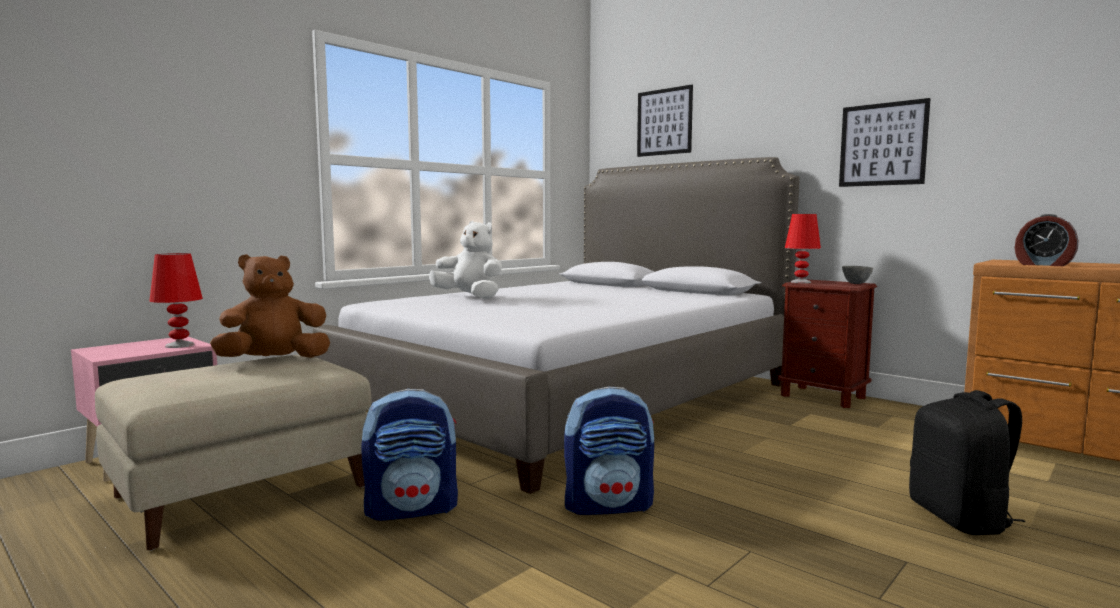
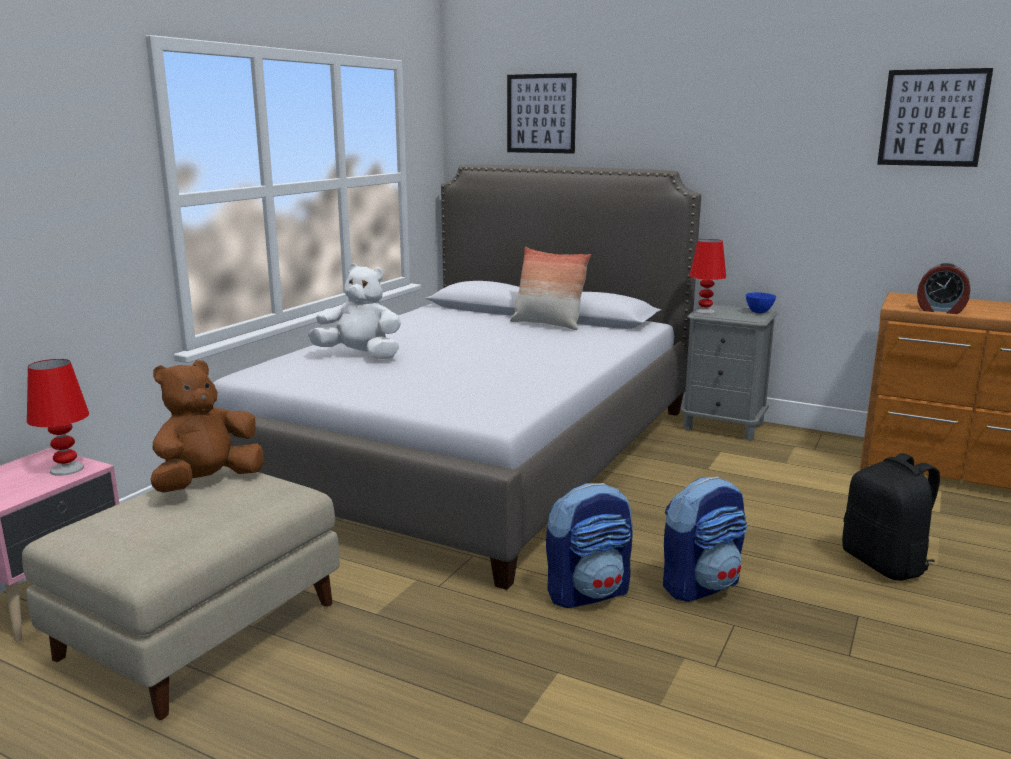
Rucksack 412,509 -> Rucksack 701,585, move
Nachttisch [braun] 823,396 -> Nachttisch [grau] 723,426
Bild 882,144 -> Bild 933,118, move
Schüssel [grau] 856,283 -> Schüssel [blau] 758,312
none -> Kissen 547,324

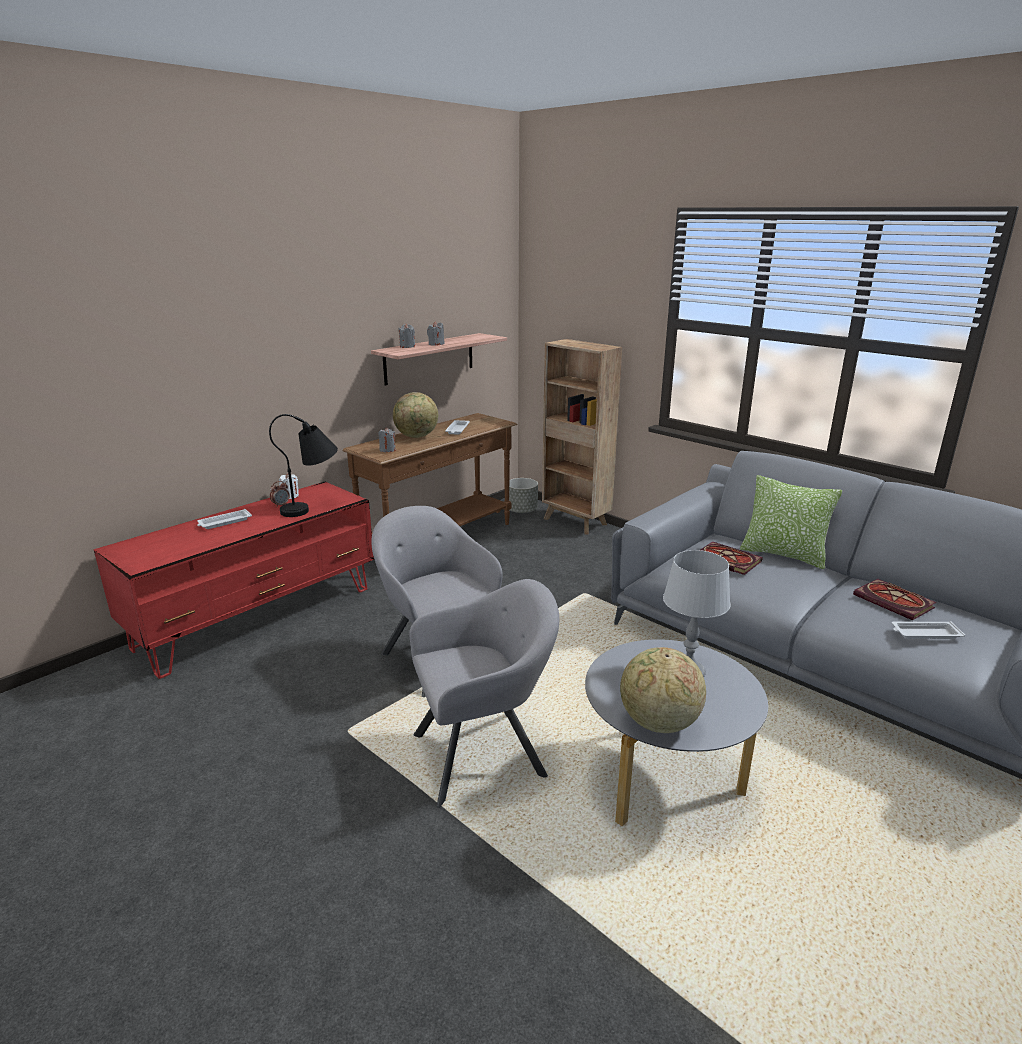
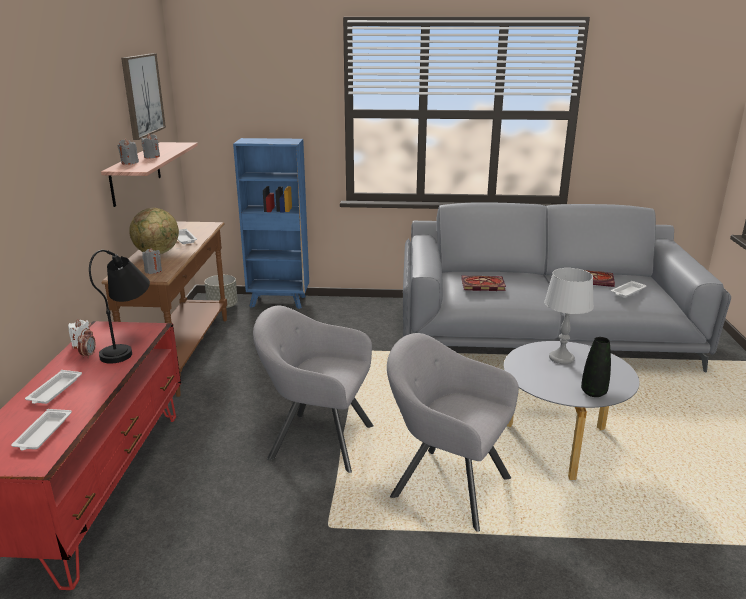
Sessel [grau] 485,754 -> Sessel [grau] 445,485, 90 degrees counterclockwise
Bücherregal [braun] 576,522 -> Bücherregal [blau] 279,302
Globus 658,723 -> Vase [schwarz] 593,392
Kissen 783,555 -> none
none -> Tablett [weiß] 43,433
none -> Bild 142,95

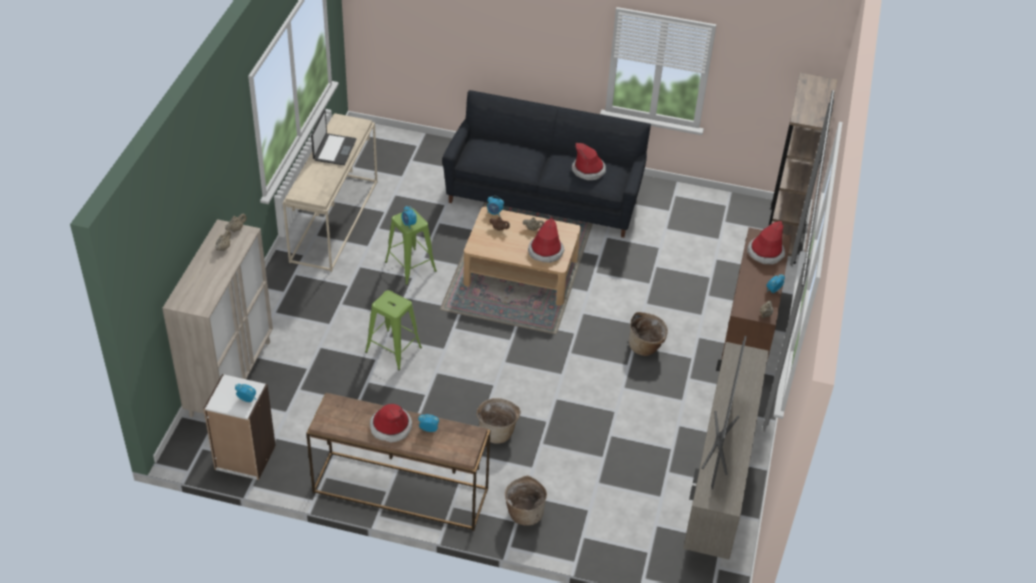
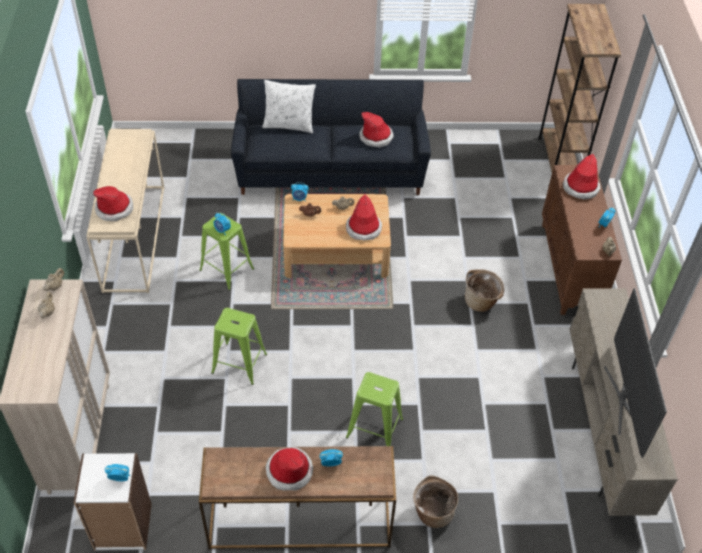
Laptop 334,150 -> none
Korb 497,431 -> Hocker [grün] 374,428
none -> Hut 114,208
none -> Kissen [weiß] 289,125

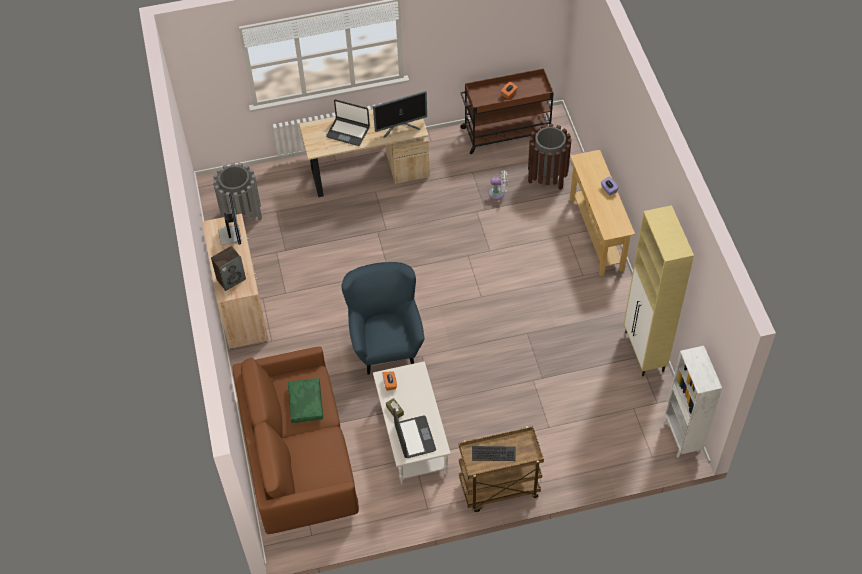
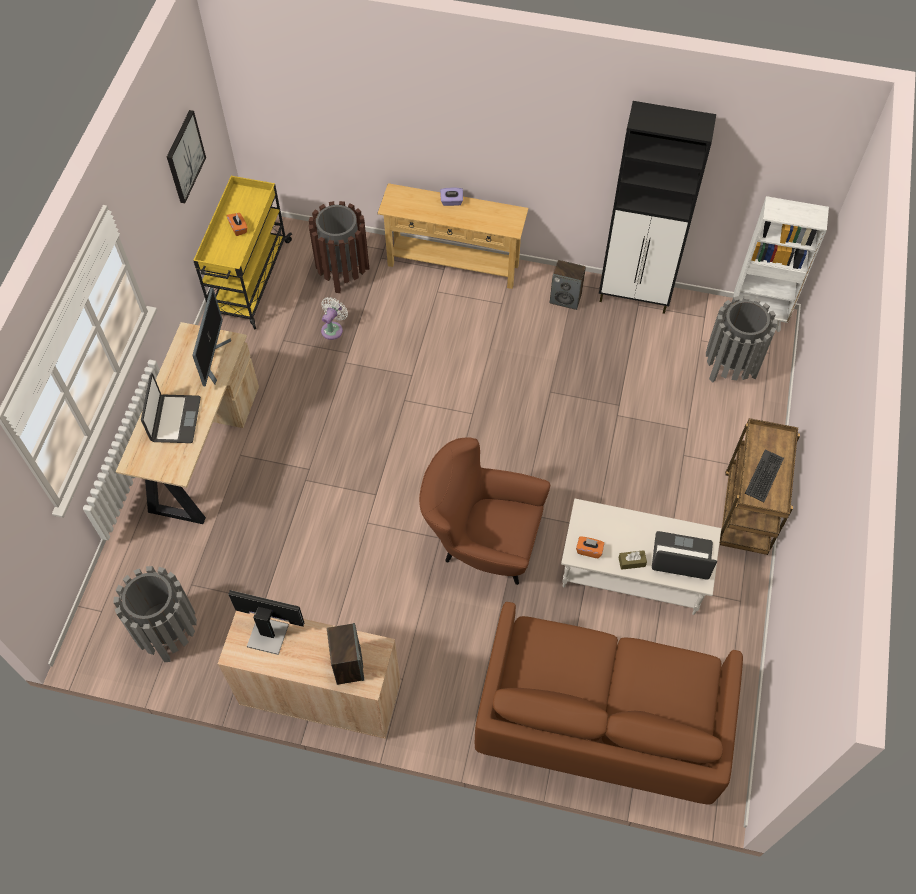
Kissen [grün] 305,403 -> none
Laptop 348,132 -> Laptop 175,419, 45 degrees counterclockwise
Sessel [blau] 385,343 -> Sessel [braun] 482,544
Rollwagen [braun] 506,133 -> Rollwagen [gelb] 249,281
Schrank [beige] 644,352 -> Schrank [schwarz] 635,297
none -> Bild 184,156
none -> Lautsprecher 566,298
none -> Mülleimer [grau] 730,366

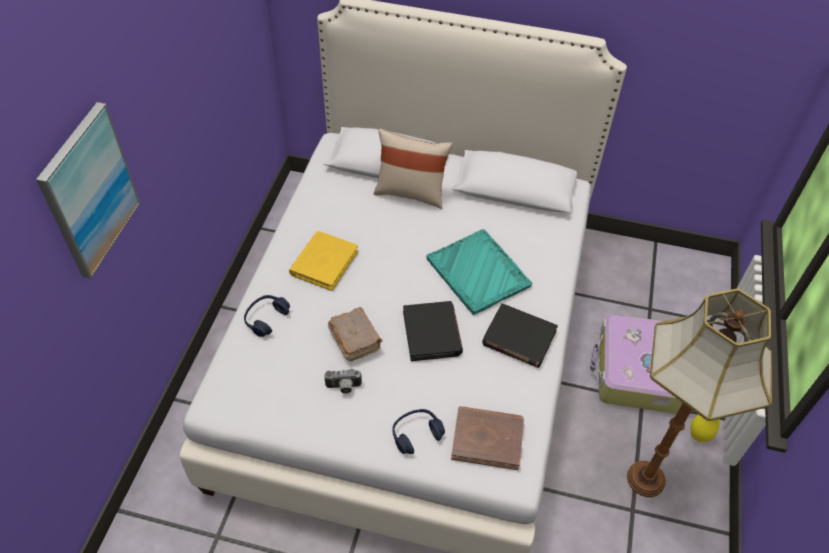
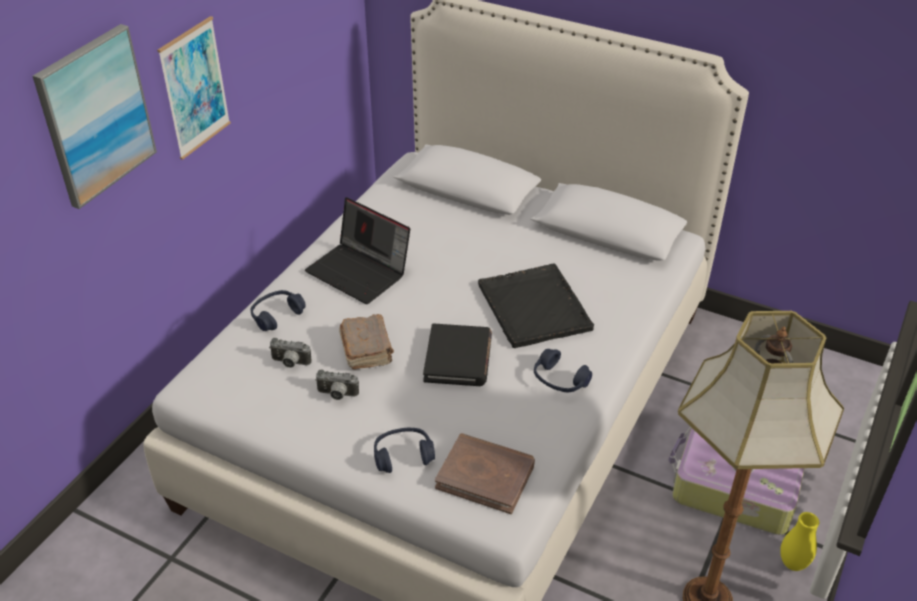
Buch [gelb] 324,262 -> Laptop 360,271
Kissen [beige] 411,192 -> none
Tablett [türkis] 478,273 -> Tablett [schwarz] 534,308
Buch [schwarz] 518,338 -> Kopfhörer [blau] 559,380
none -> Bild 195,88
none -> Kamera 290,363

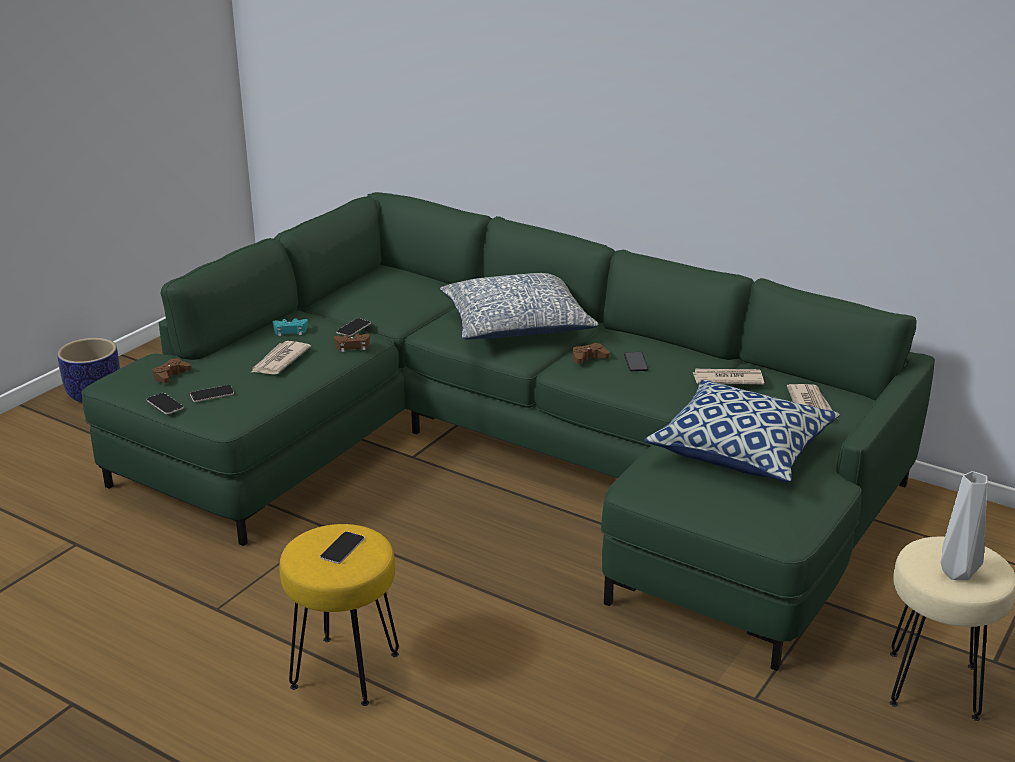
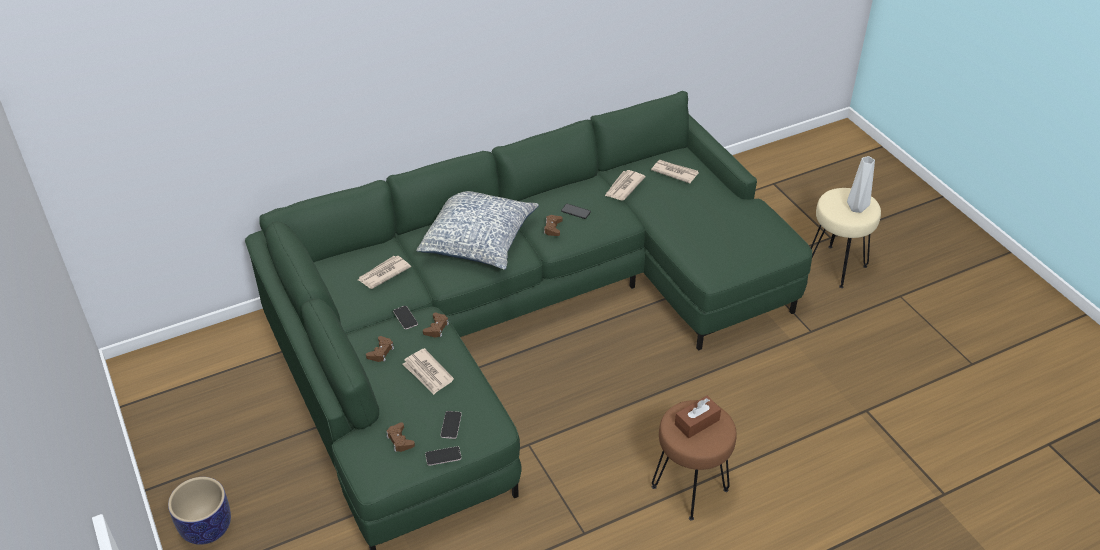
Gamepad [türkis] 290,331 -> Gamepad [braun] 381,352
Hocker [gelb] 346,671 -> Hocker [braun] 690,488
Handy 342,548 -> Taschentuchbox [braun] 697,422
Kissen 741,451 -> none
none -> Zeitung 383,274

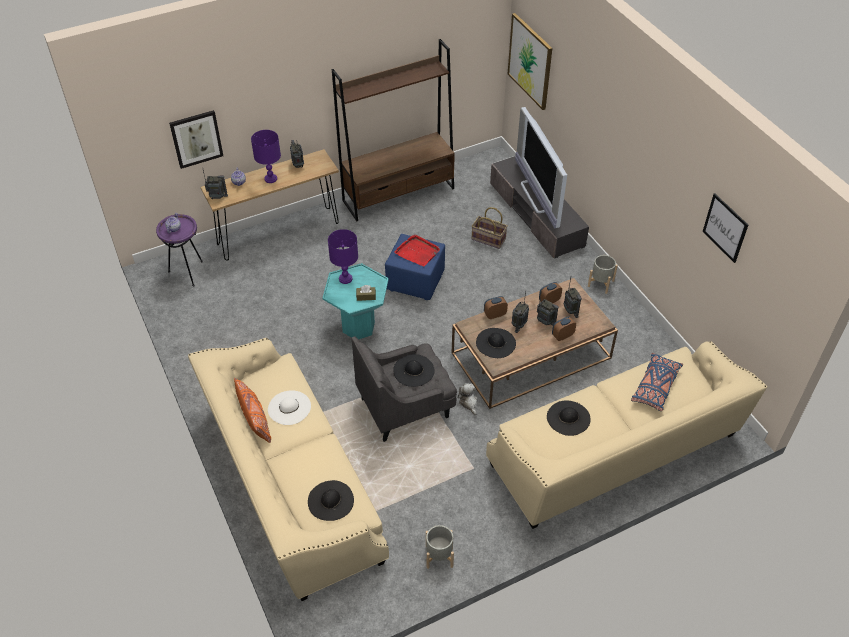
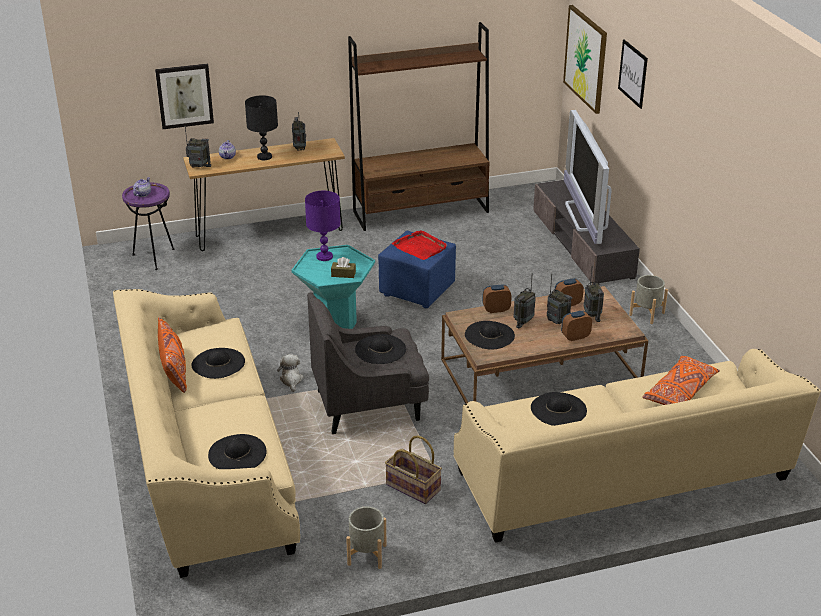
Tischlampe [lila] 271,179 -> Tischlampe [schwarz] 264,157
Hut [weiß] 289,407 -> Hut [schwarz] 218,363
Plüschtier 468,402 -> Plüschtier 291,380, move
Korb 488,239 -> Korb 412,488, move
Kissen [blau] 655,387 -> Kissen [orange] 679,392
Bild 725,227 -> Bild 633,73, move

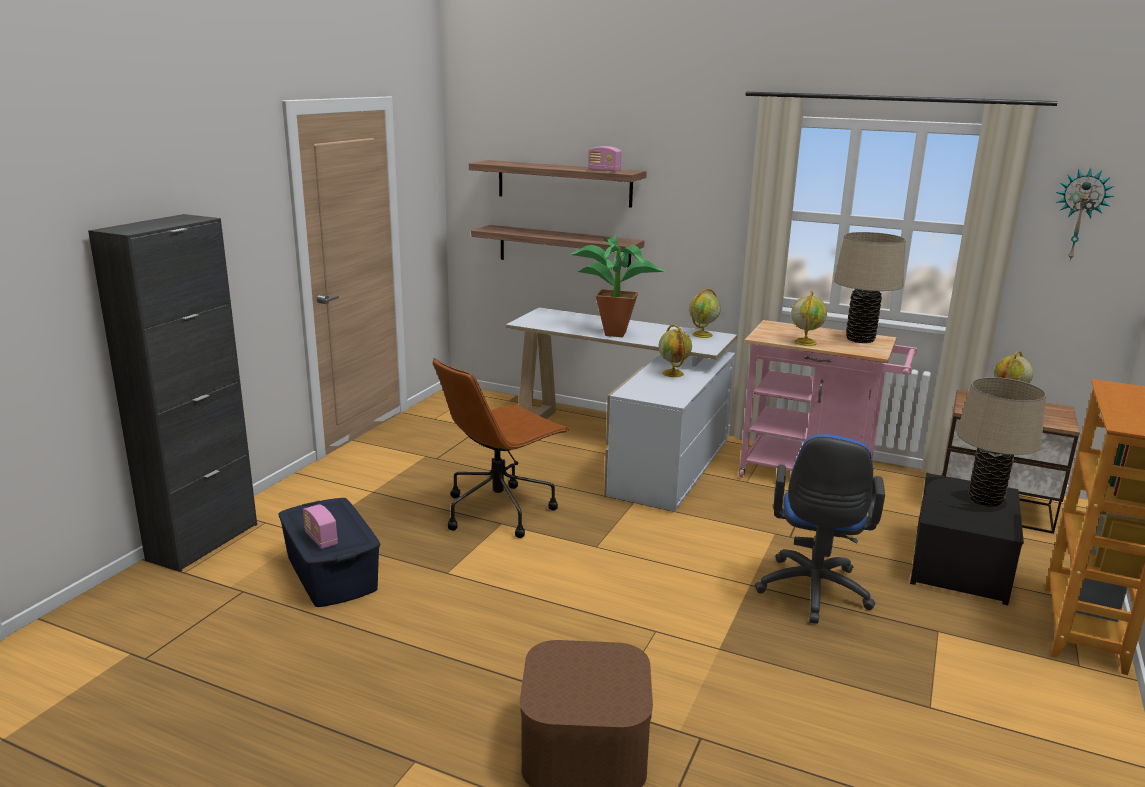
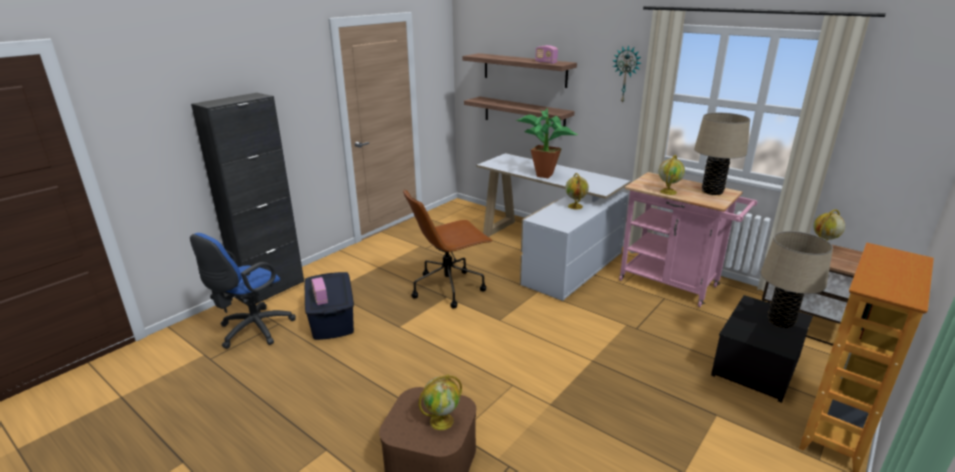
Globus 702,335 -> Globus 442,421, move
Bürostuhl [blau] 813,594 -> Bürostuhl [blau] 252,331, move
Wanduhr 1079,214 -> Wanduhr 626,74, move

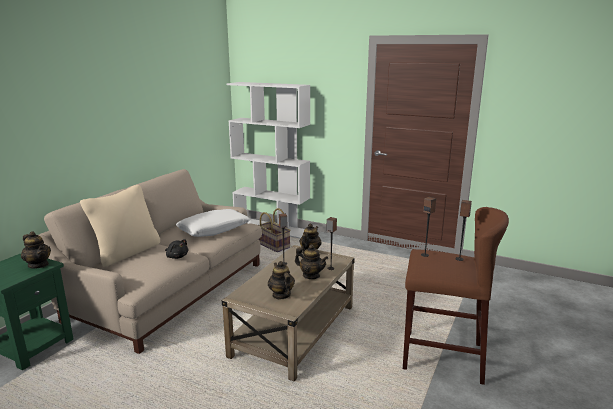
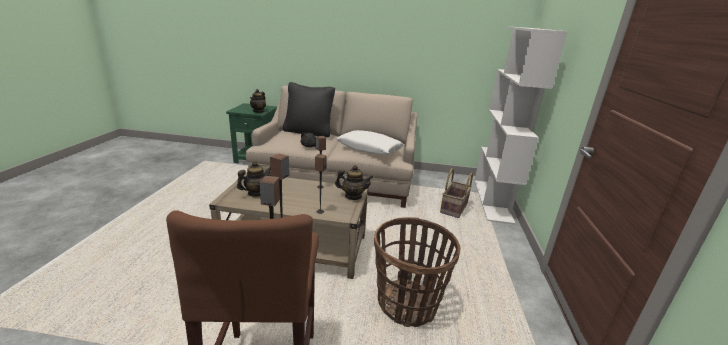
Kissen [beige] 127,252 -> Kissen [schwarz] 308,132
Teekanne 311,276 -> none
none -> Korb 407,304

